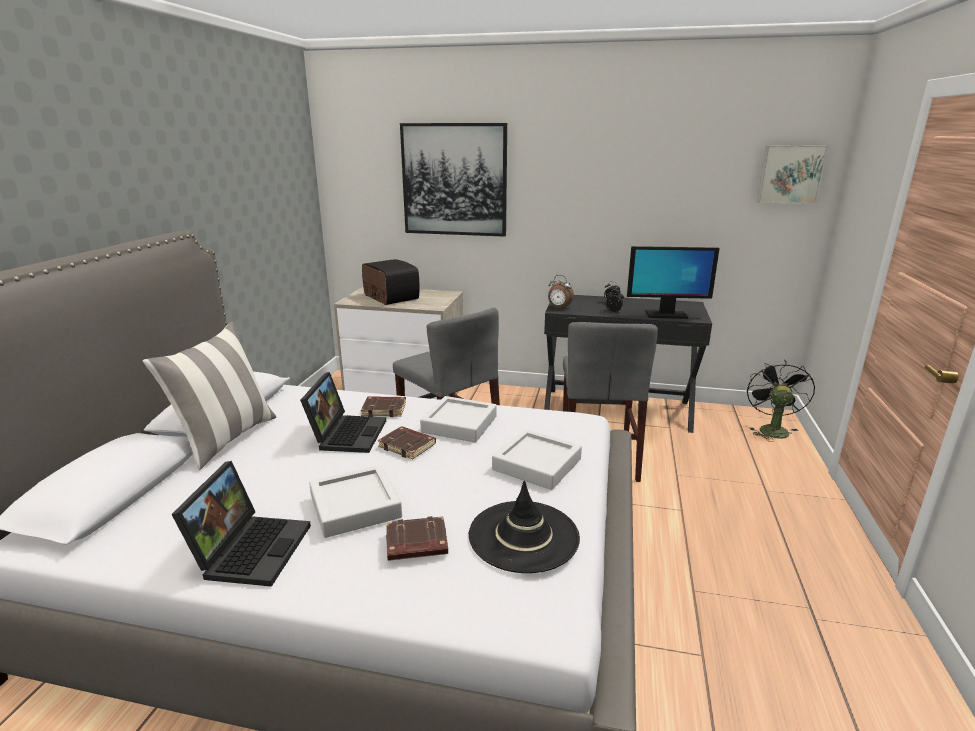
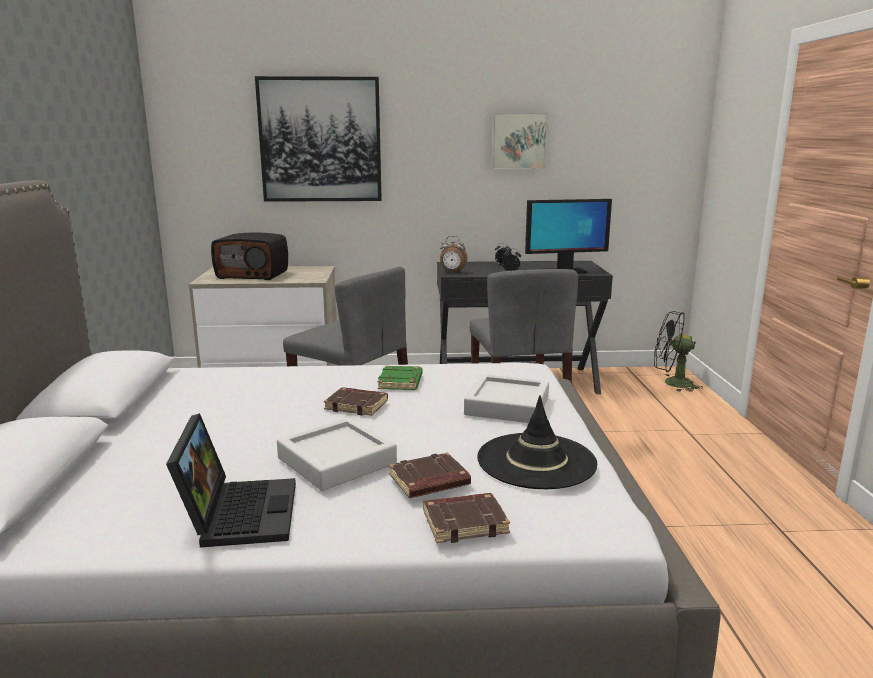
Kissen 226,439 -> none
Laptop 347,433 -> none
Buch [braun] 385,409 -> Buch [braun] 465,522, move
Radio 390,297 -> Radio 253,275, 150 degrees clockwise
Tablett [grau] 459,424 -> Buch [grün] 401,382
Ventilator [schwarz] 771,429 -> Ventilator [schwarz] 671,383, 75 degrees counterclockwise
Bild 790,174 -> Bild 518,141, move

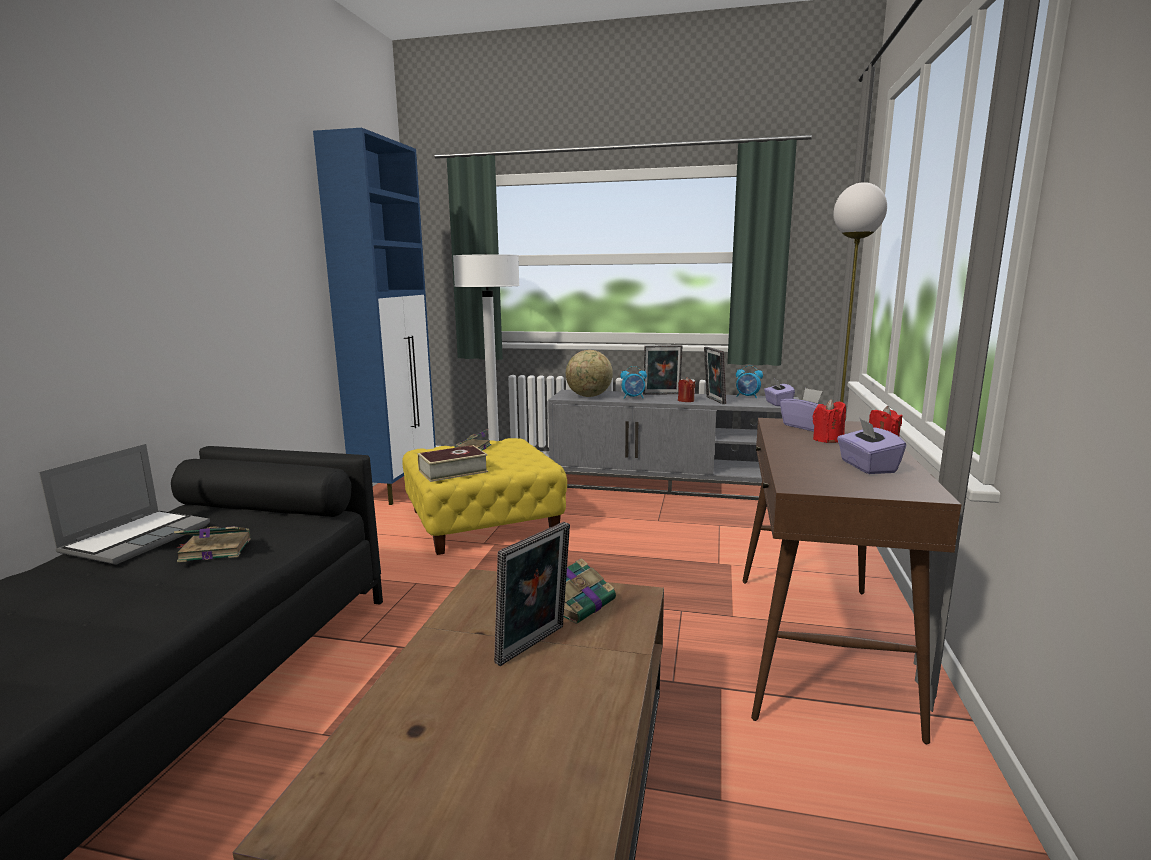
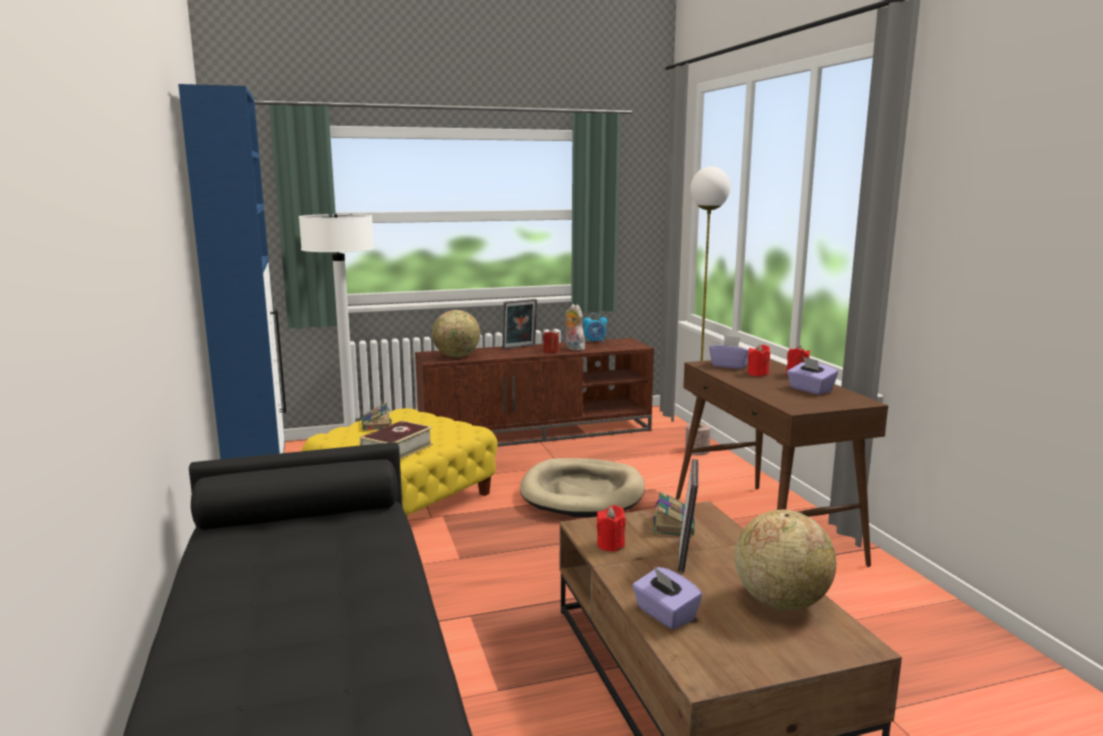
Laptop 137,538 -> none
Buch 213,550 -> none
Fernsehschrank [grau] 672,484 -> Fernsehschrank [braun] 537,432
Wecker 633,398 -> none
Bilderrahmen 713,400 -> Plüschtier 573,348
Taschentuchbox [lila] 777,403 -> Taschentuchbox [lila] 665,614, move
none -> Hundebett [beige] 583,493
none -> Kerze [rot] 610,545
none -> Globus 780,602

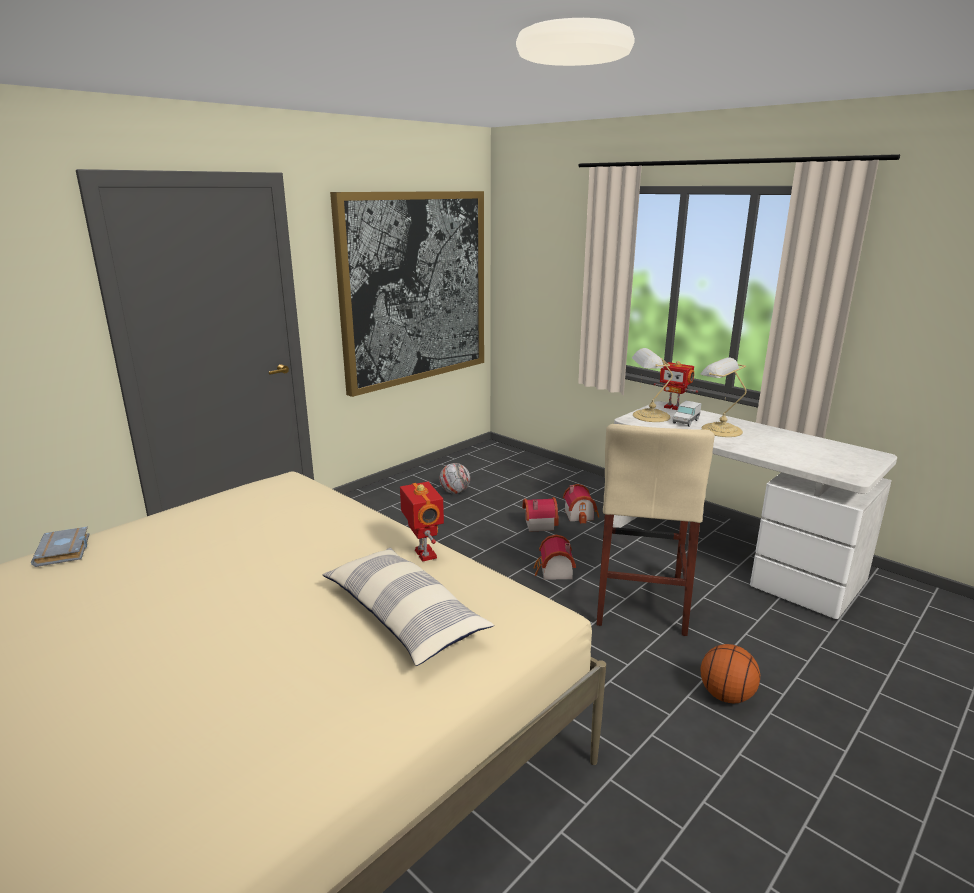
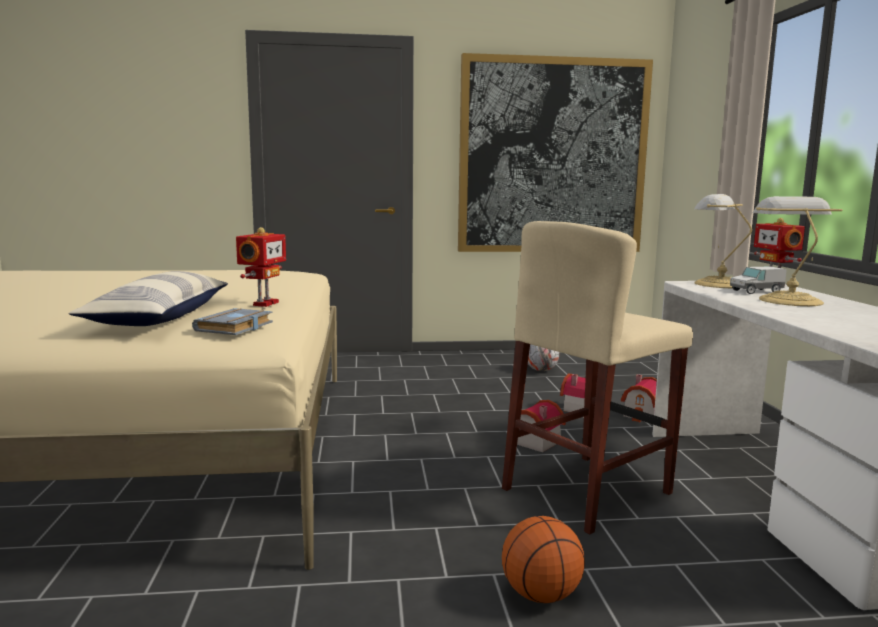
Buch [grau] 65,551 -> Buch [grau] 235,328, move

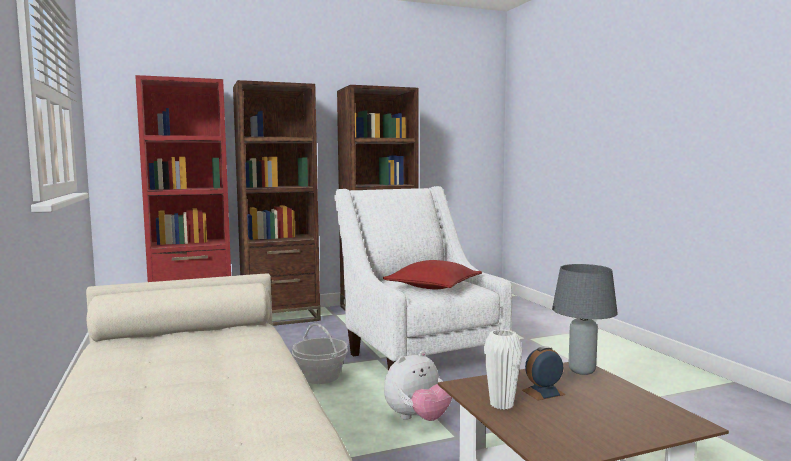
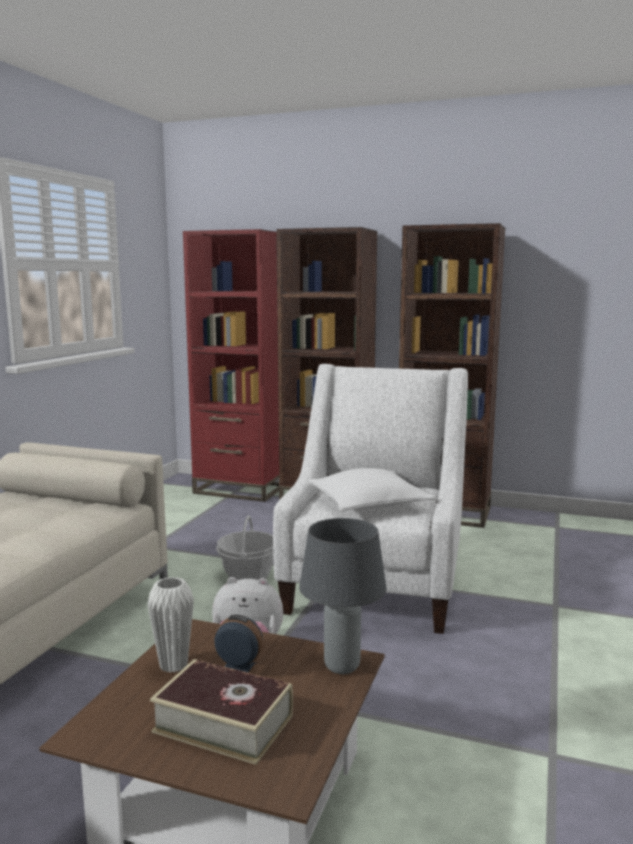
Kissen [rot] 433,287 -> Kissen [weiß] 368,504
none -> Buch 223,723

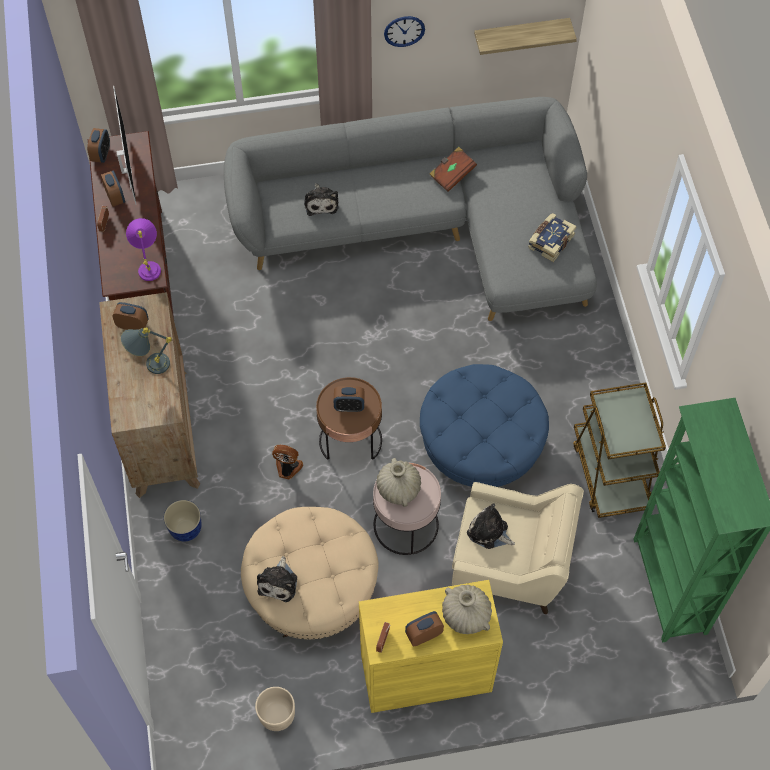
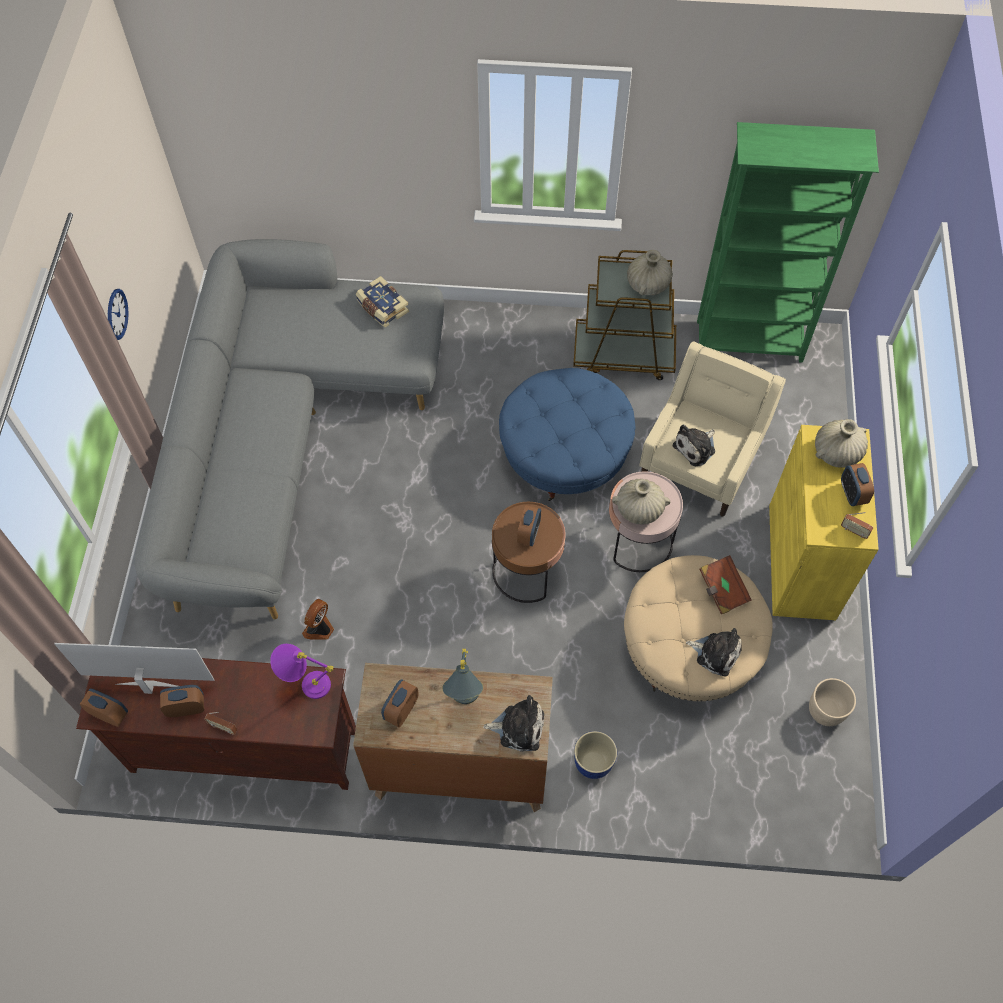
Ventilator 287,468 -> Ventilator 320,629, move
Plüschtier 321,202 -> Plüschtier 518,727, move
Buch [braun] 452,174 -> Buch [braun] 722,590, move
Wandregal 521,35 -> none
none -> Vase [beige] 648,284

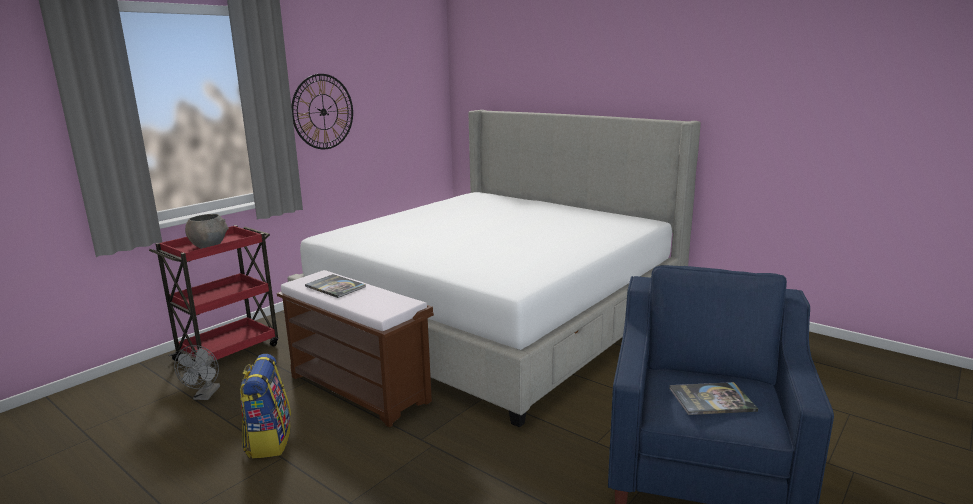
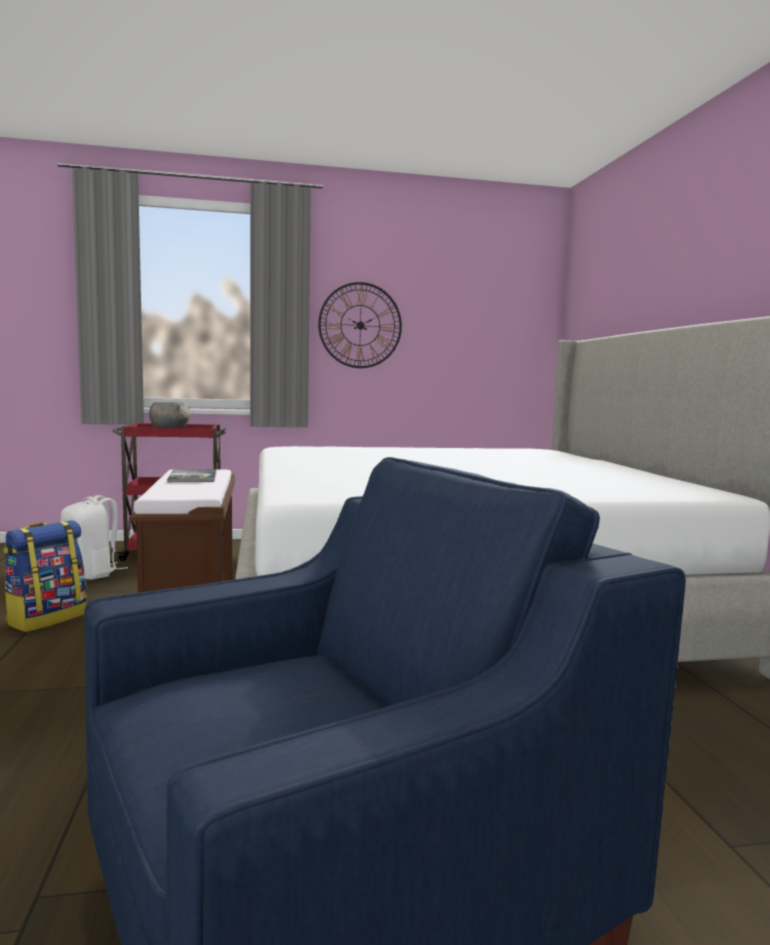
Ventilator [grau] 205,396 -> Rucksack [weiß] 92,573
Buch 711,400 -> none

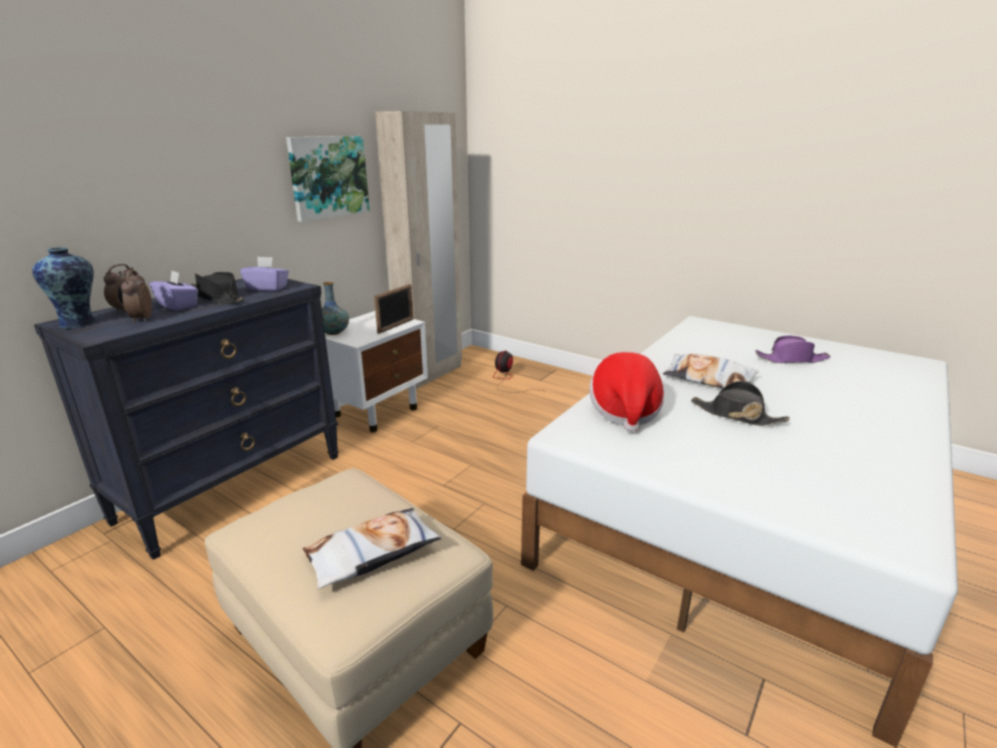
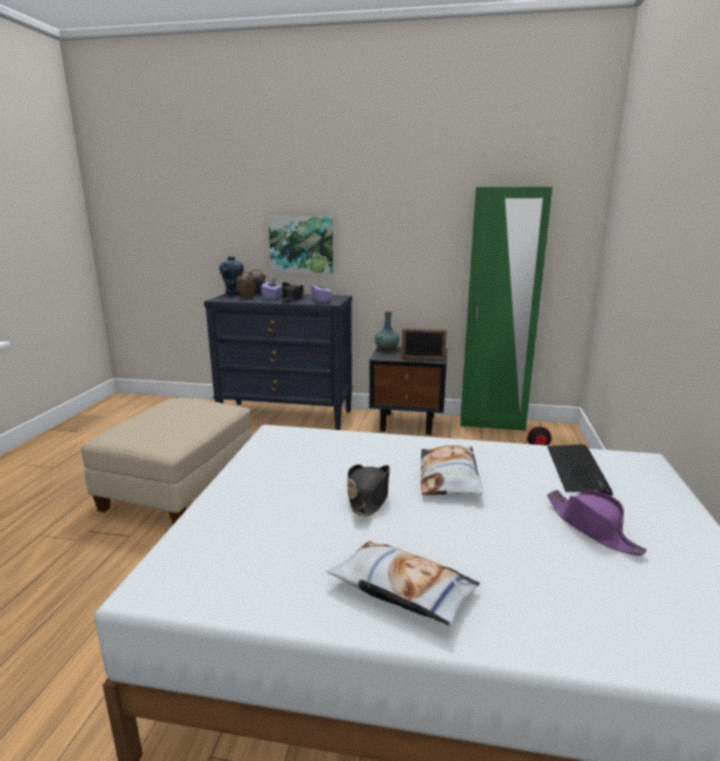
Bild 328,177 -> Bild 301,245, move
Kissen 372,554 -> Kissen 402,589, move
Nachttisch [weiß] 376,411 -> Nachttisch [schwarz] 408,423
Kleiderschrank [beige] 430,374 -> Kleiderschrank [grün] 492,423
Hut 624,411 -> none
none -> Tastatur 577,469

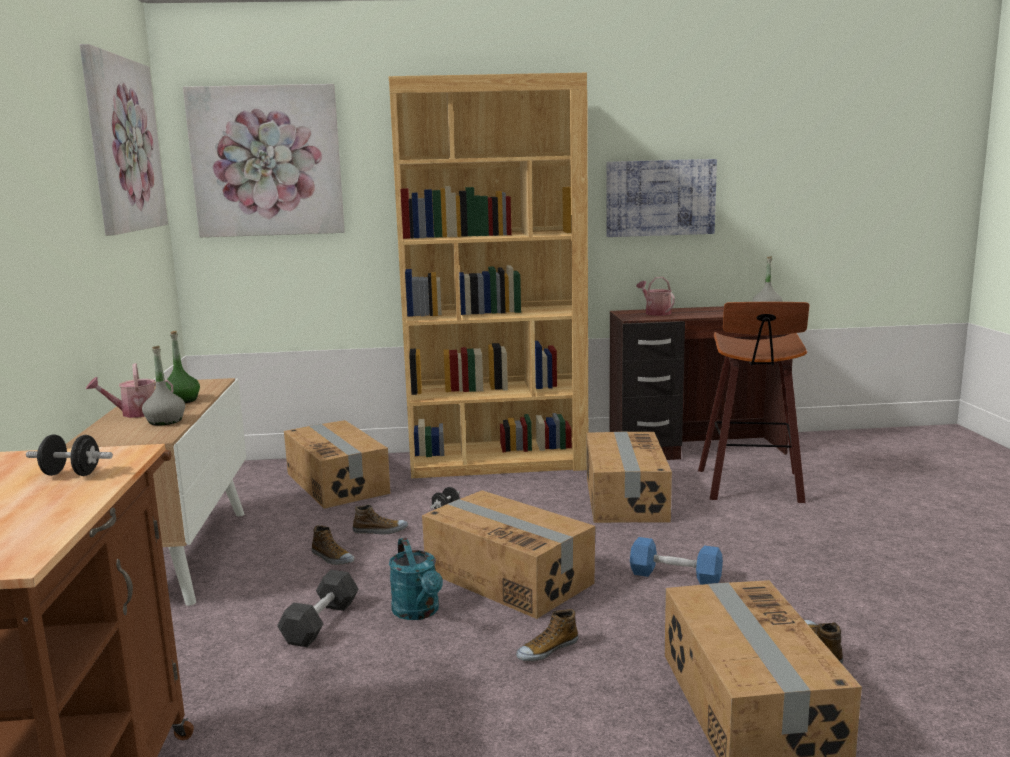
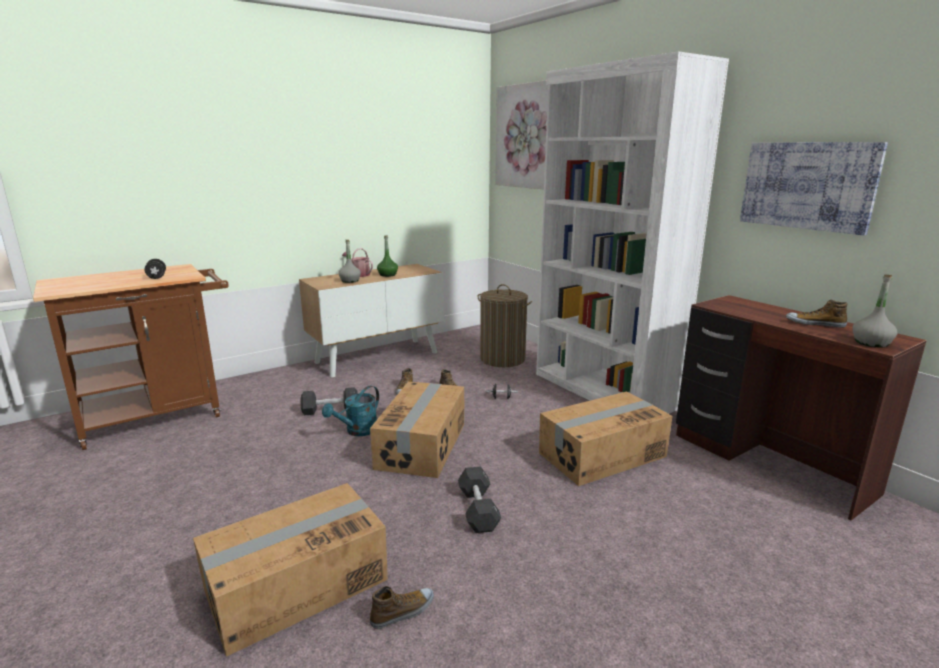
Bild 124,145 -> none
Karton 338,483 -> Wäschekorb 502,359
Bücherregal [braun] 498,461 -> Bücherregal [weiß] 603,390
Schuh 547,650 -> Schuh 814,324, move
Hantel [blau] 675,576 -> Hantel [schwarz] 478,510
Gießkanne 655,313 -> none
Hocker 753,487 -> none

